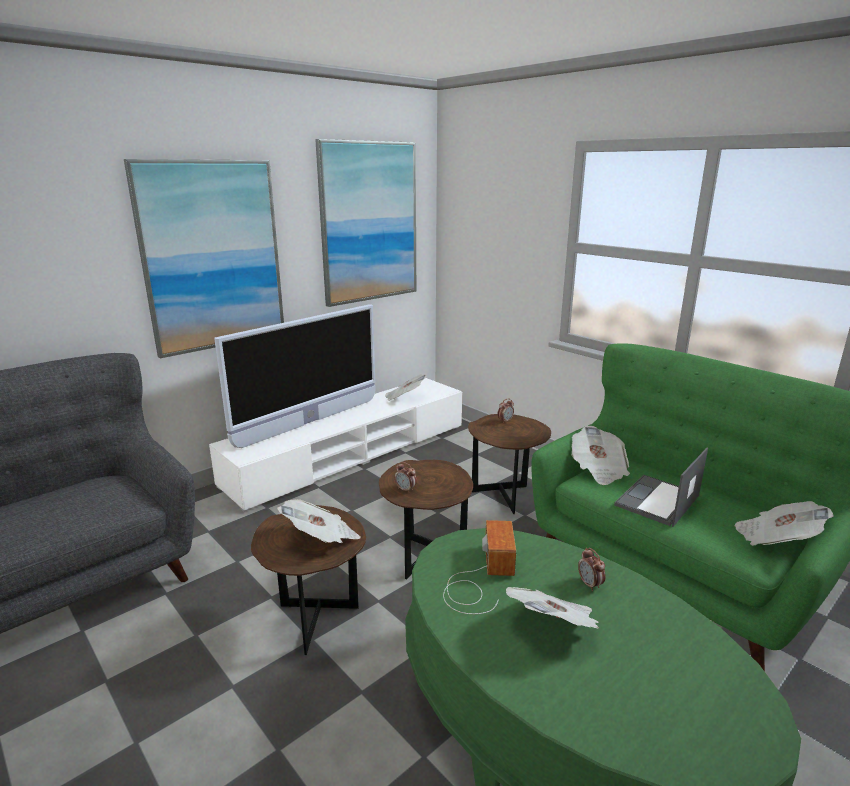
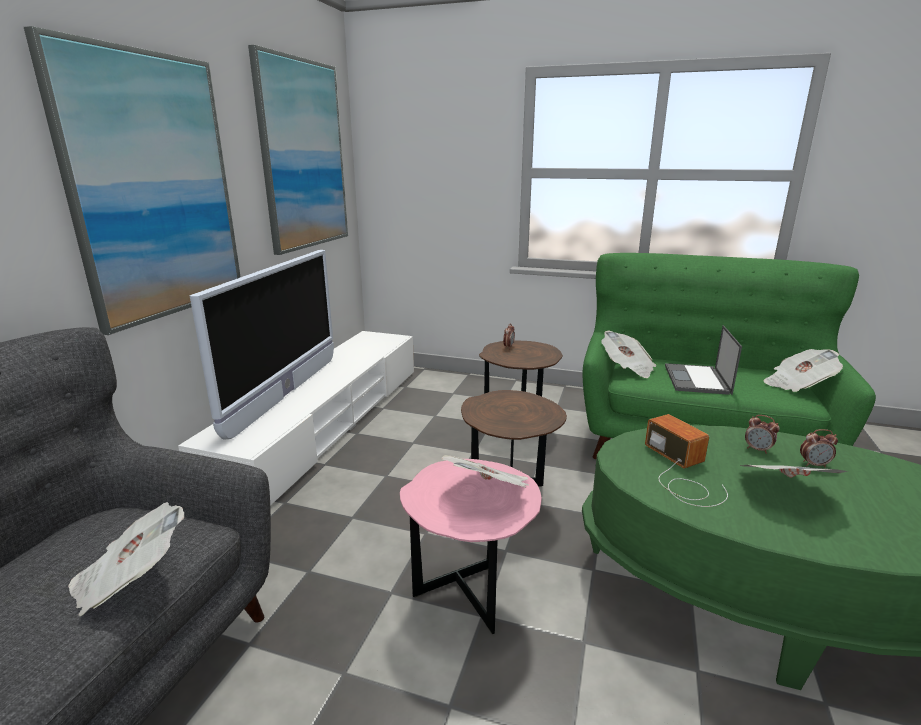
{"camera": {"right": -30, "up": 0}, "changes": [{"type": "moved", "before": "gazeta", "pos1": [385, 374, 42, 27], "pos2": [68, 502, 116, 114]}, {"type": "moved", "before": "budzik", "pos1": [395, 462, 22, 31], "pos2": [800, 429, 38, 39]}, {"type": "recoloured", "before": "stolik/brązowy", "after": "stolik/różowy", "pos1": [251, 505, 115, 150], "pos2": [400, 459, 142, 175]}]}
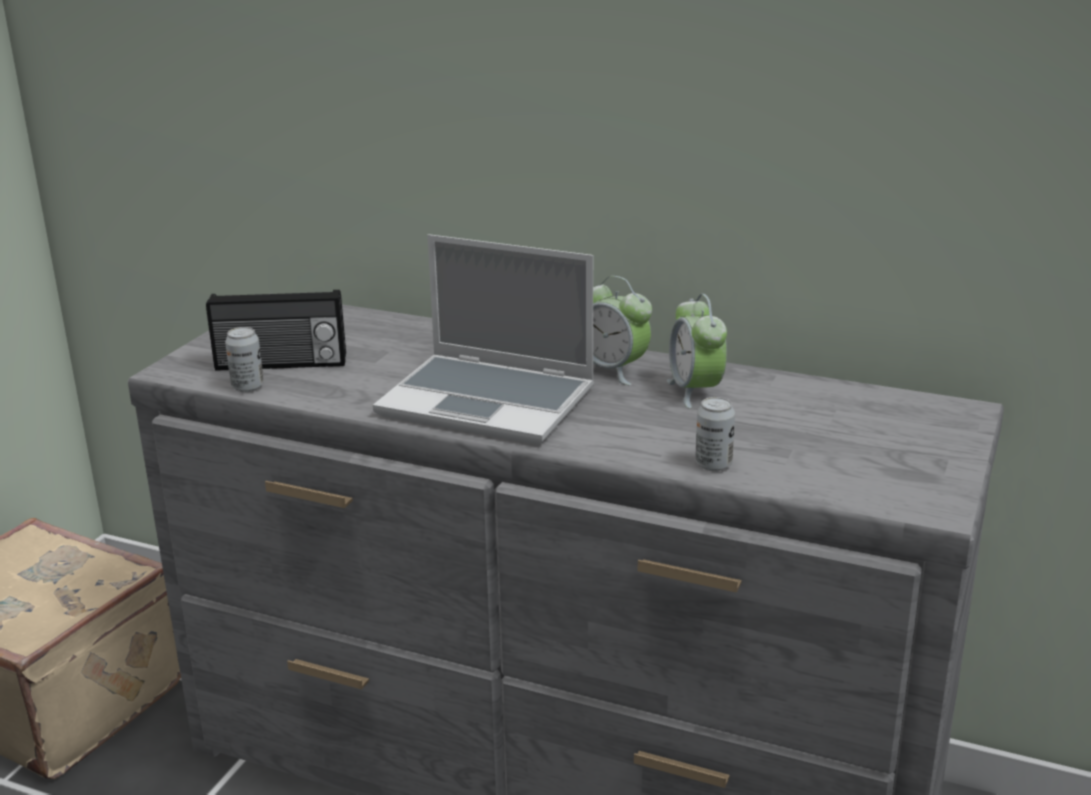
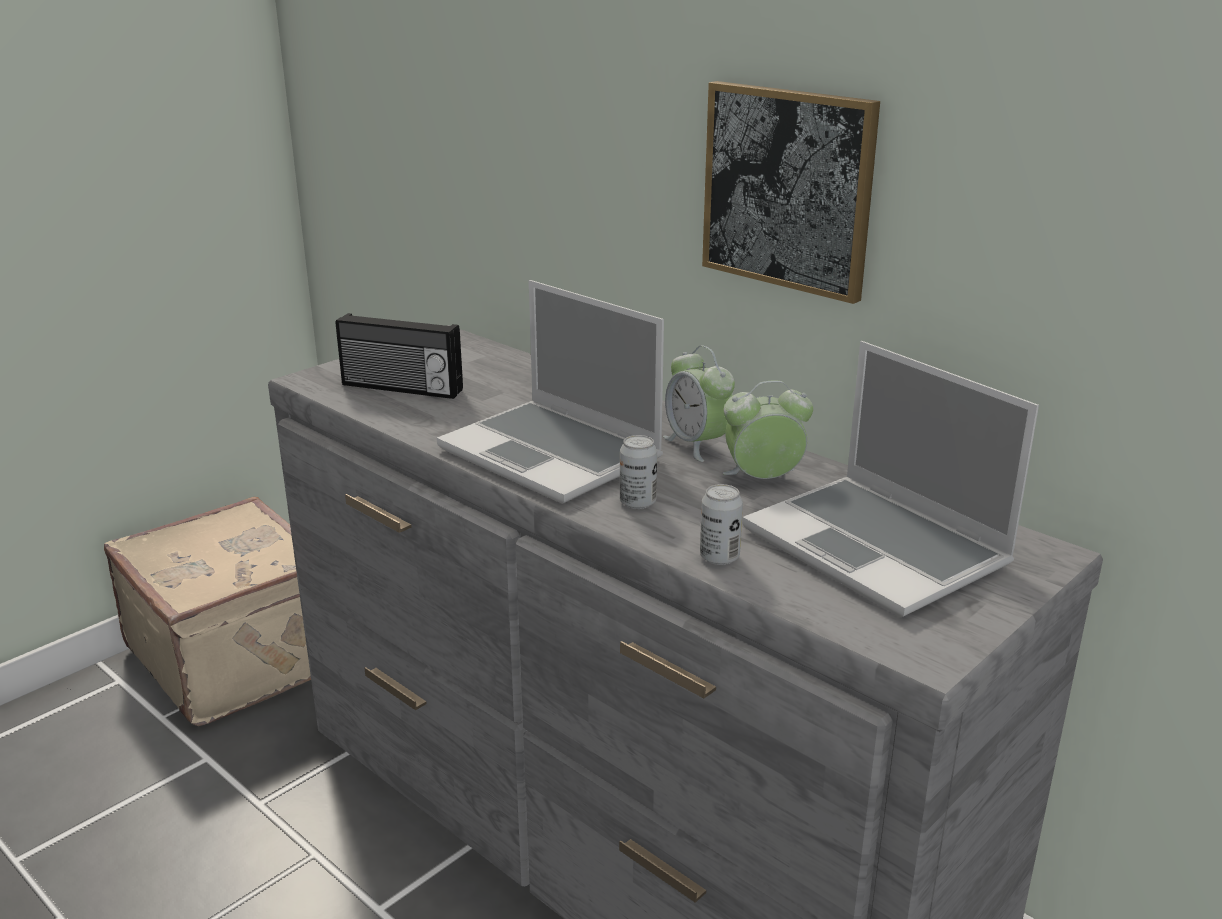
{"camera": {"right": 20, "up": 0}, "changes": [{"type": "added", "after": "obraz", "pos2": [702, 81, 178, 223]}, {"type": "added", "after": "laptop", "pos2": [742, 341, 297, 276]}, {"type": "moved", "before": "puszka", "pos1": [225, 327, 39, 65], "pos2": [620, 435, 37, 74]}, {"type": "turned", "before": "budzik", "pos1": [667, 294, 60, 115], "pos2": [723, 381, 90, 98], "turn": 75}]}
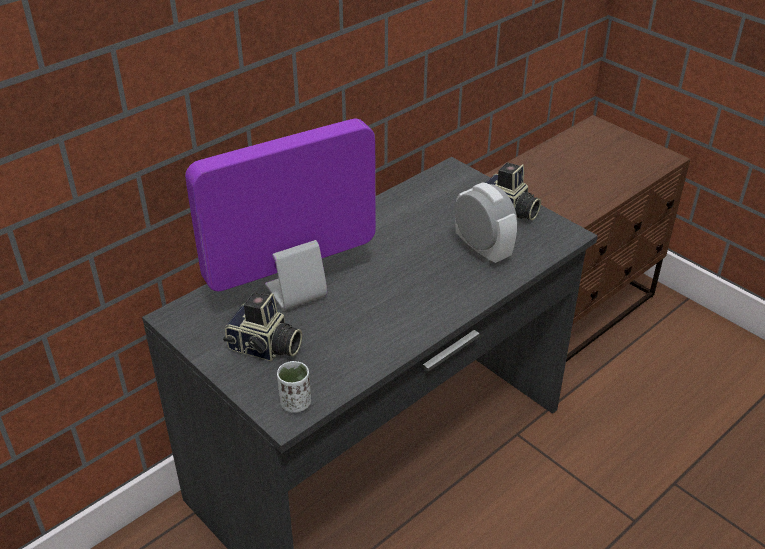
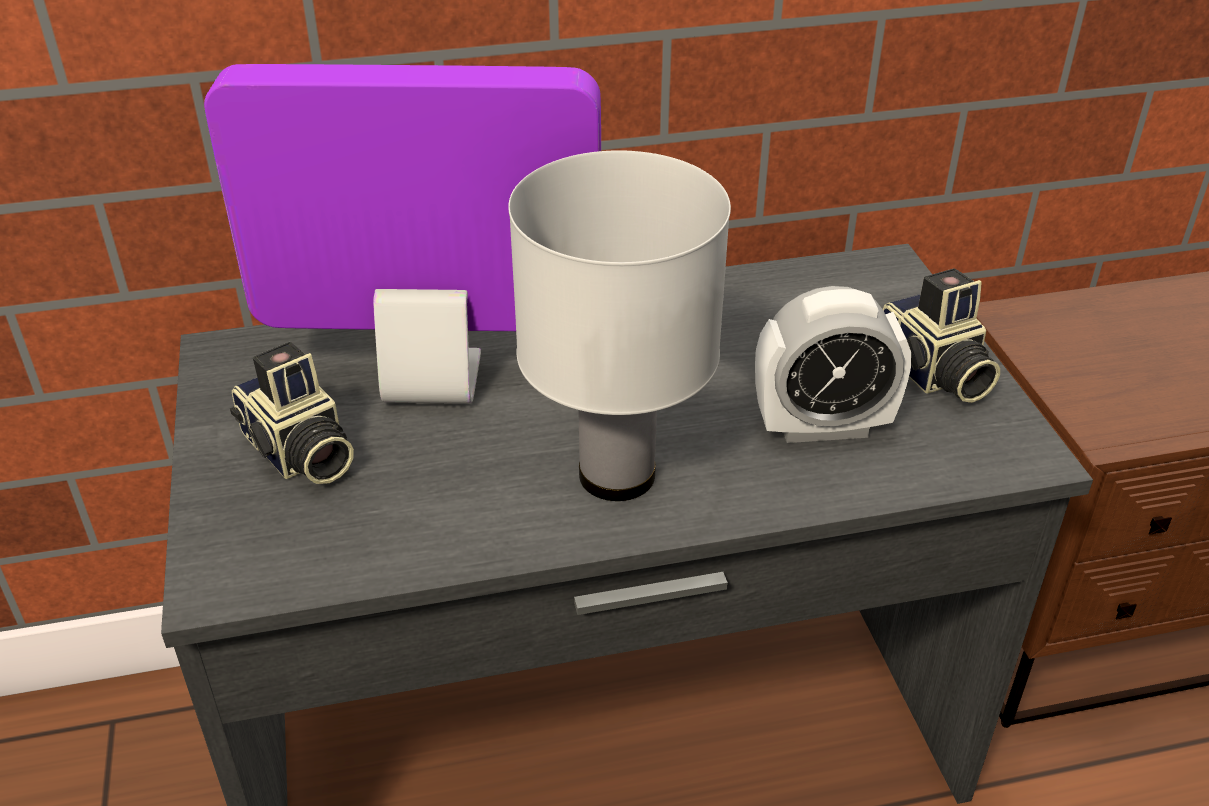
{"camera": {"right": 30, "up": 0}, "changes": [{"type": "removed", "before": "filiżanka/biały", "pos1": [277, 361, 34, 52]}, {"type": "added", "after": "lampa stołowa/biały", "pos2": [508, 150, 223, 351]}, {"type": "turned", "before": "budzik", "pos1": [455, 182, 62, 82], "pos2": [755, 286, 156, 157], "turn": 90}]}
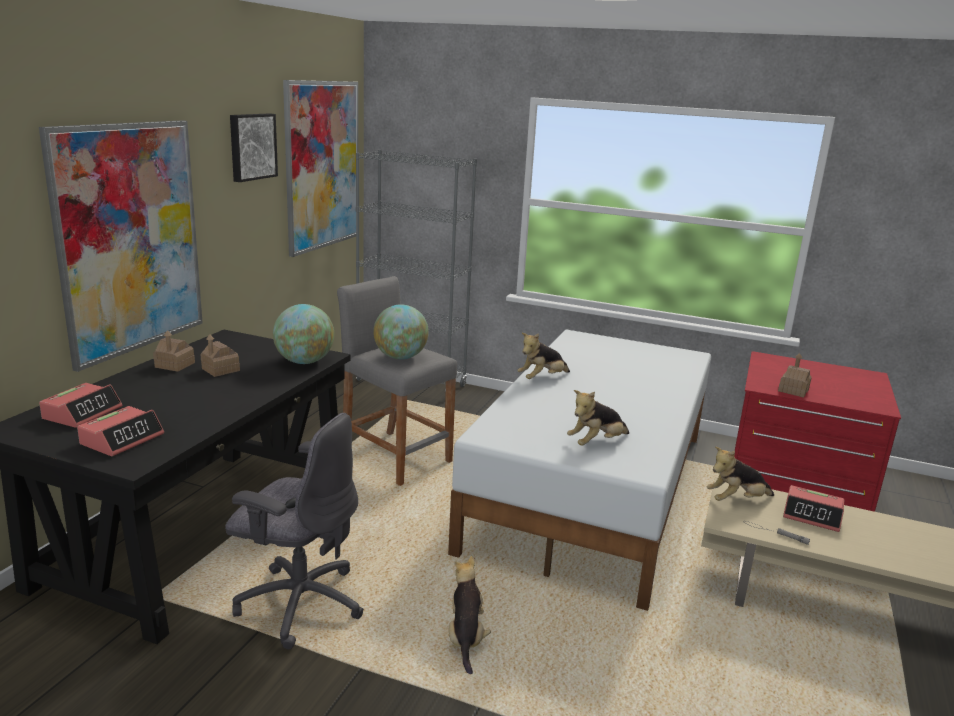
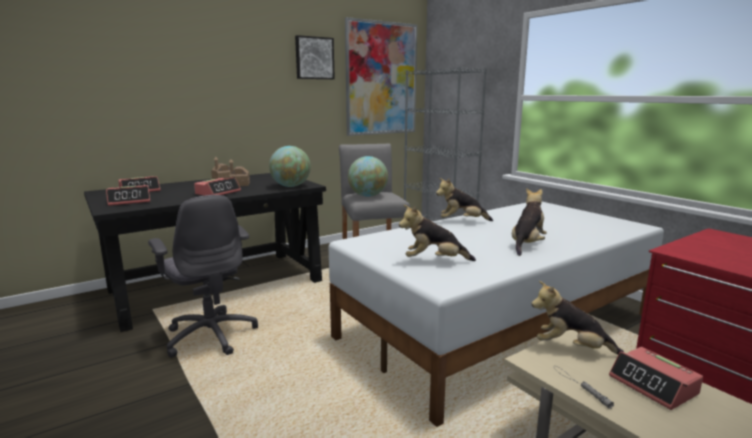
{"camera": {"right": 35, "up": -5}, "changes": [{"type": "removed", "before": "obraz", "pos1": [39, 120, 164, 252]}, {"type": "removed", "before": "domek", "pos1": [778, 353, 34, 45]}, {"type": "added", "after": "budzik", "pos2": [194, 177, 47, 19]}, {"type": "moved", "before": "pluszak", "pos1": [449, 556, 42, 118], "pos2": [512, 188, 35, 68]}]}
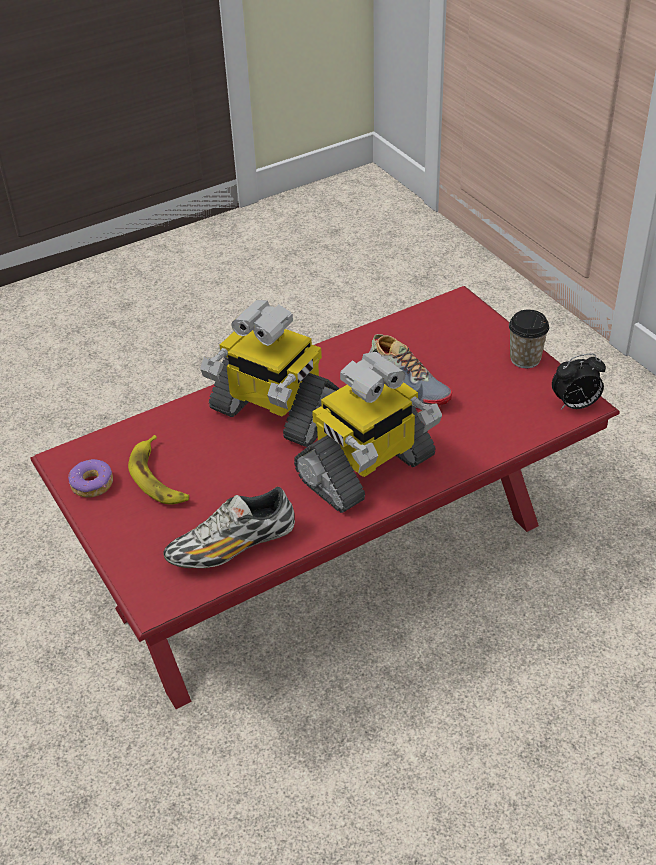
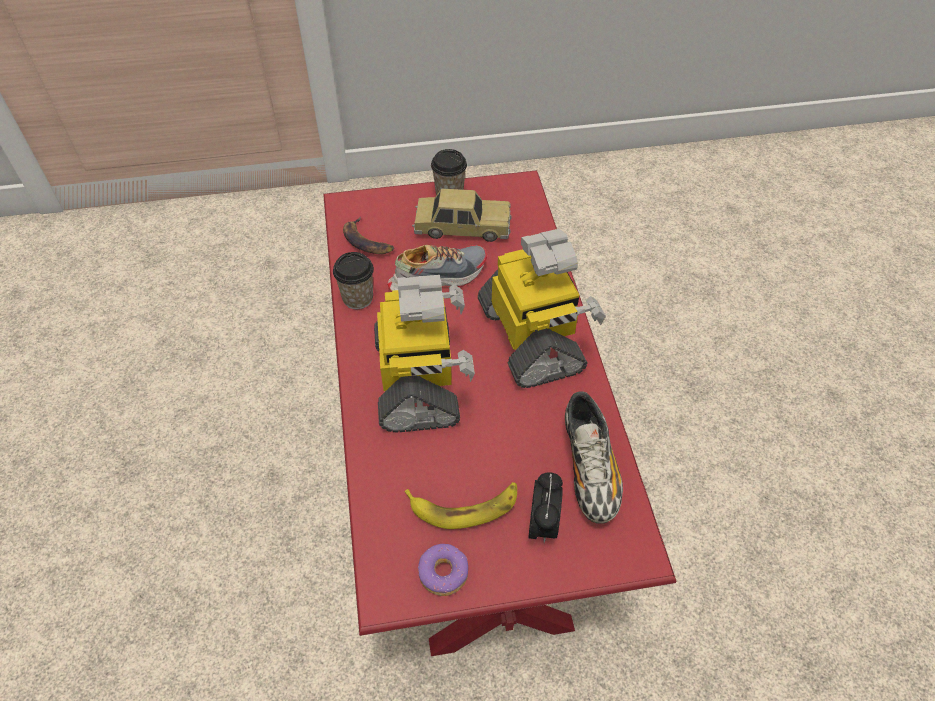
{"camera": {"right": -70, "up": 10}, "changes": [{"type": "added", "after": "filiżanka", "pos2": [333, 252, 41, 57]}, {"type": "added", "after": "banan", "pos2": [343, 217, 51, 37]}, {"type": "added", "after": "samochodzik", "pos2": [412, 188, 99, 54]}, {"type": "moved", "before": "budzik", "pos1": [552, 353, 54, 57], "pos2": [528, 472, 35, 71]}, {"type": "turned", "before": "robot zabawkowy", "pos1": [200, 300, 139, 147], "pos2": [374, 275, 101, 157], "turn": -60}]}
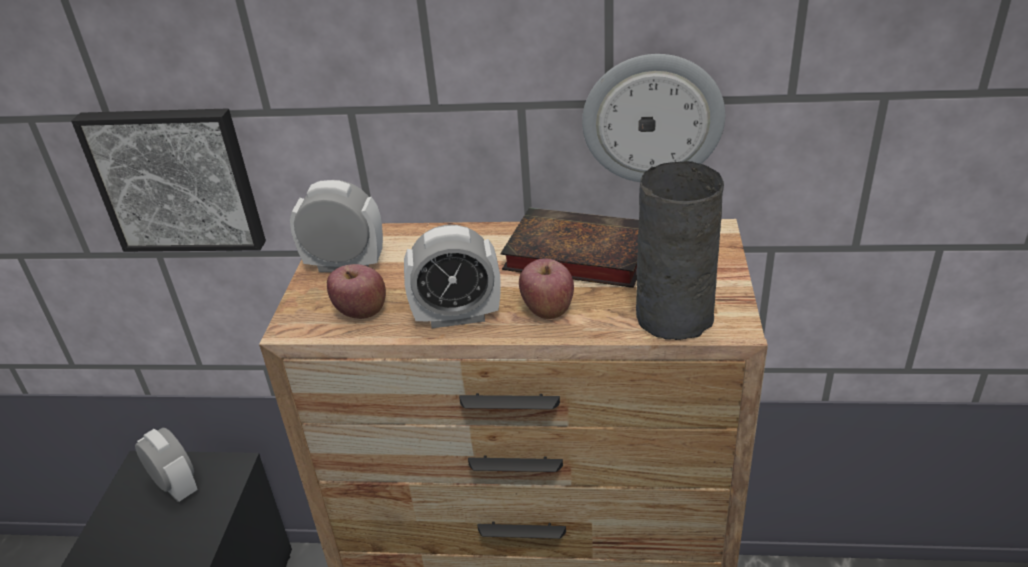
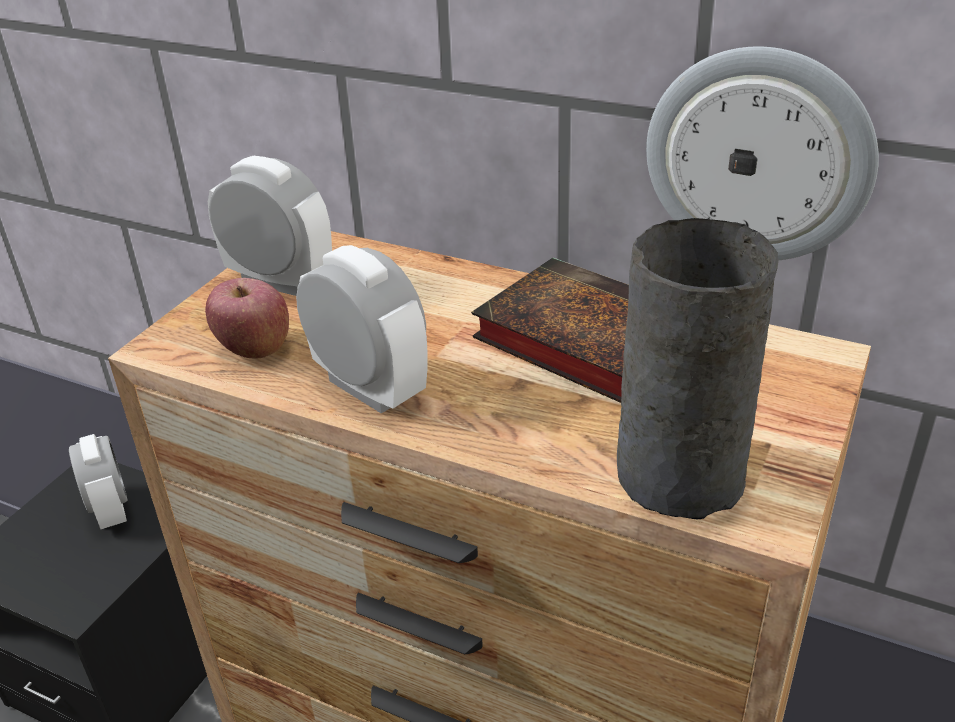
{"camera": {"right": 20, "up": 0}, "changes": [{"type": "removed", "before": "obraz", "pos1": [71, 108, 195, 144]}, {"type": "removed", "before": "jabłko", "pos1": [519, 259, 55, 60]}, {"type": "turned", "before": "budzik", "pos1": [404, 225, 97, 103], "pos2": [296, 245, 131, 169], "turn": -150}]}
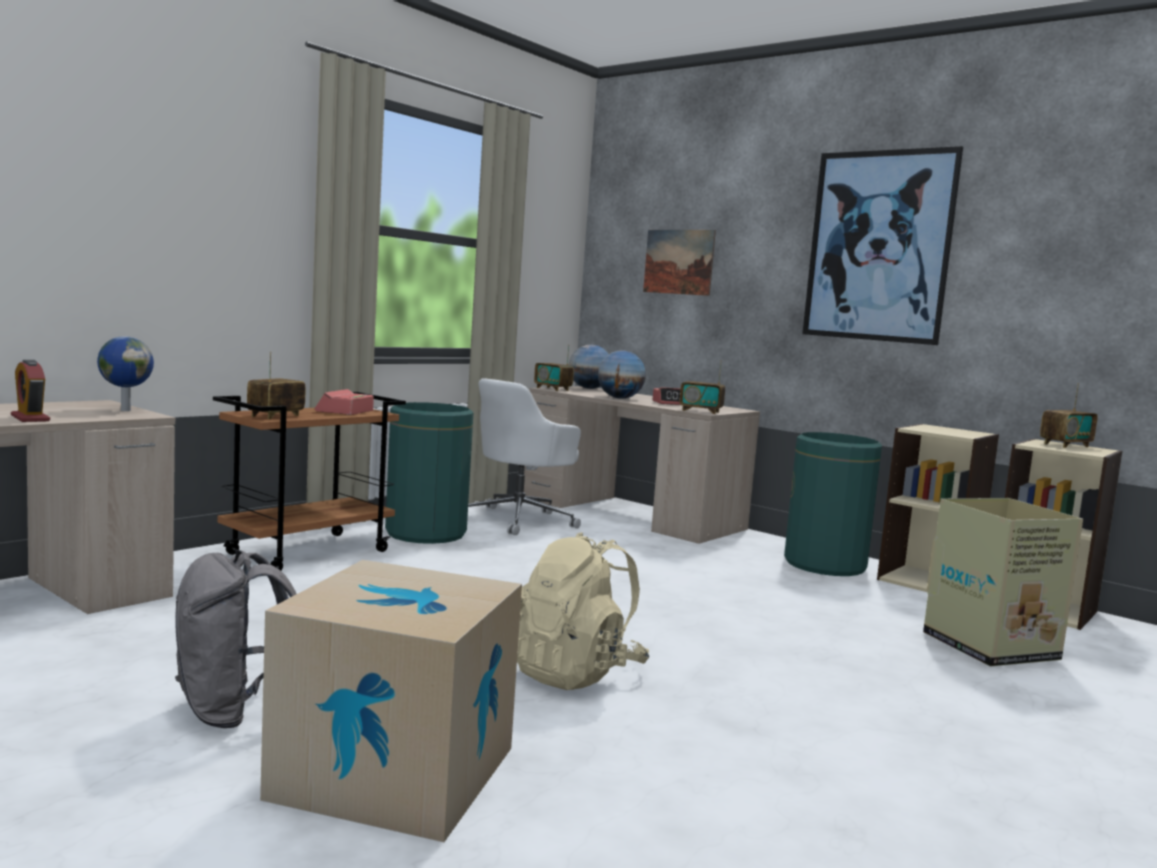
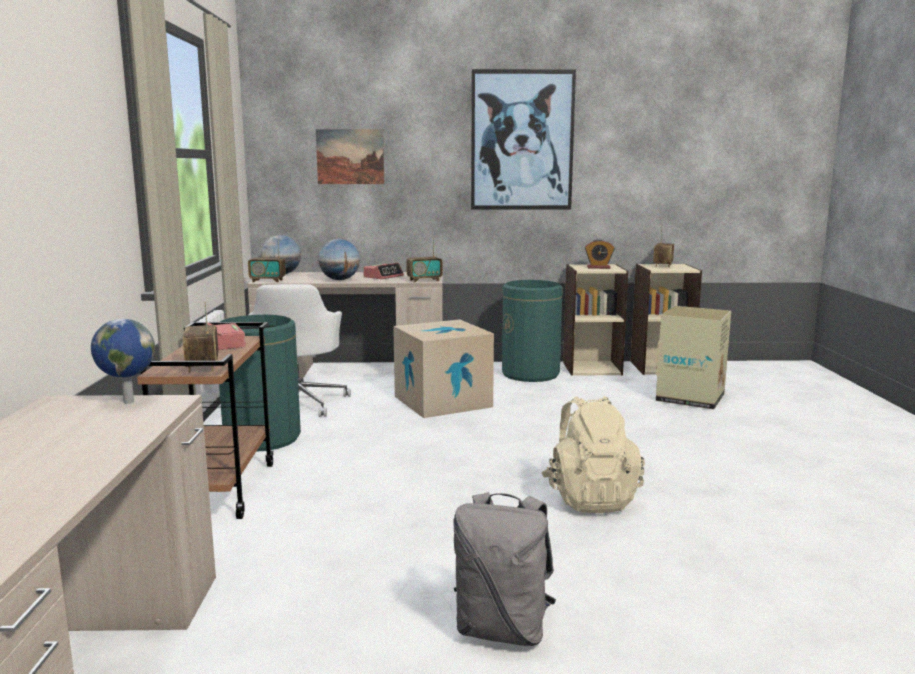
{"camera": {"right": -40, "up": 5}, "changes": [{"type": "moved", "before": "budzik", "pos1": [11, 360, 39, 62], "pos2": [585, 239, 29, 30]}, {"type": "moved", "before": "karton", "pos1": [260, 560, 262, 282], "pos2": [393, 319, 101, 99]}]}
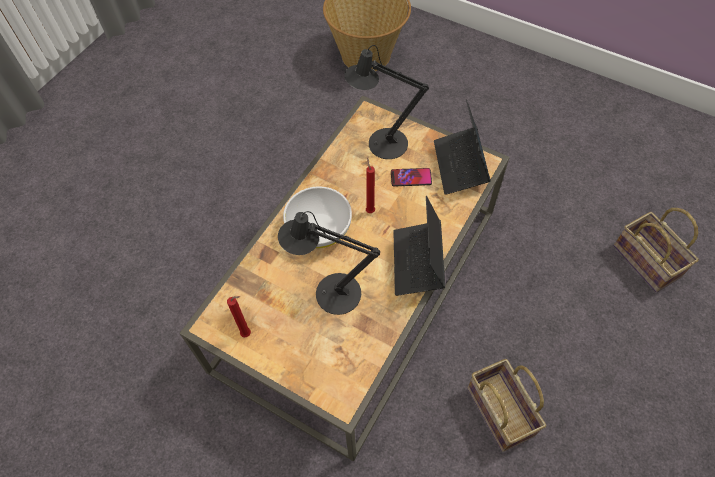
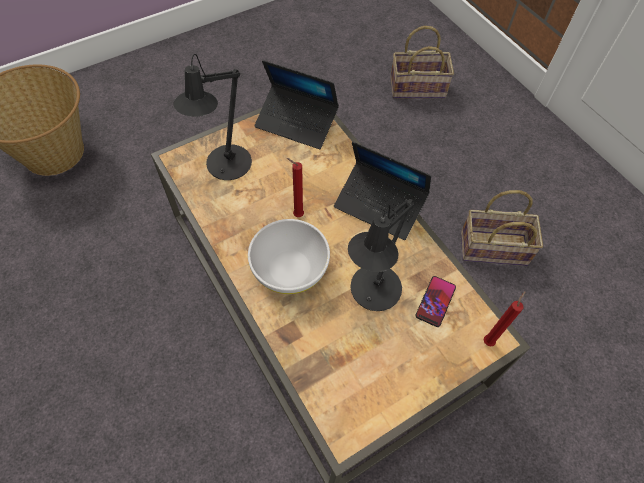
{"camera": {"right": -65, "up": 0}, "changes": [{"type": "moved", "before": "świeca/czerwony", "pos1": [227, 296, 24, 42], "pos2": [484, 291, 41, 56]}, {"type": "moved", "before": "telefon", "pos1": [391, 168, 41, 19], "pos2": [415, 276, 41, 51]}]}
